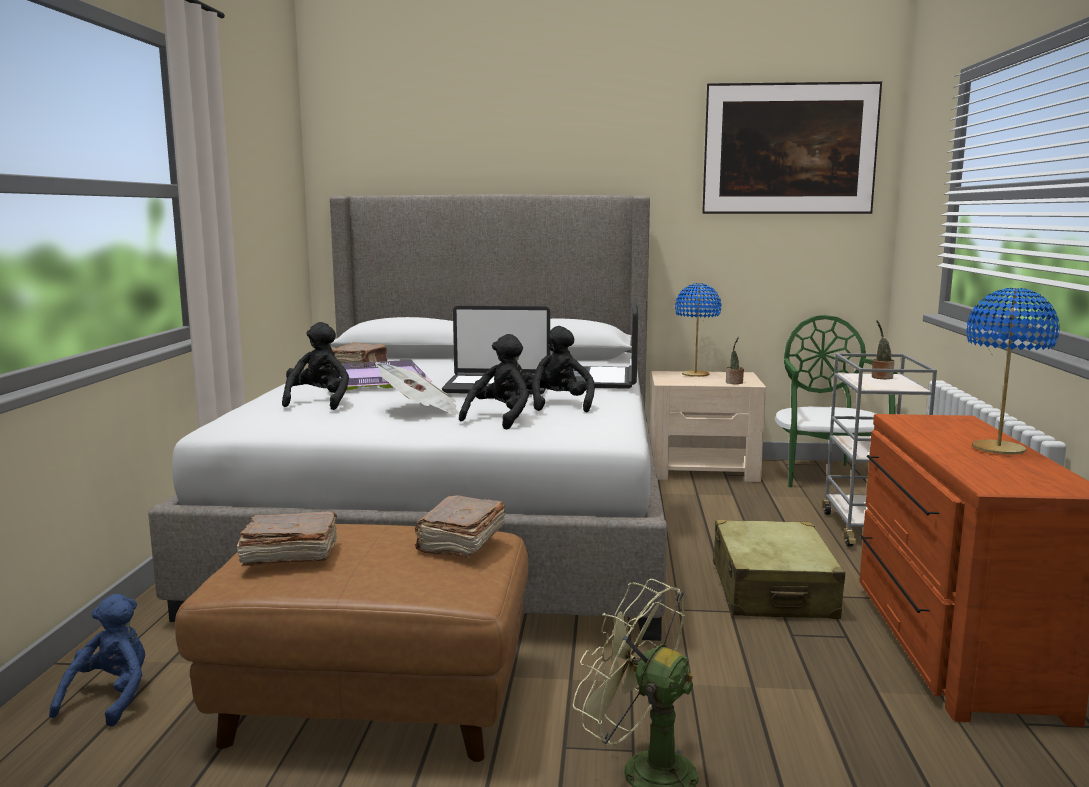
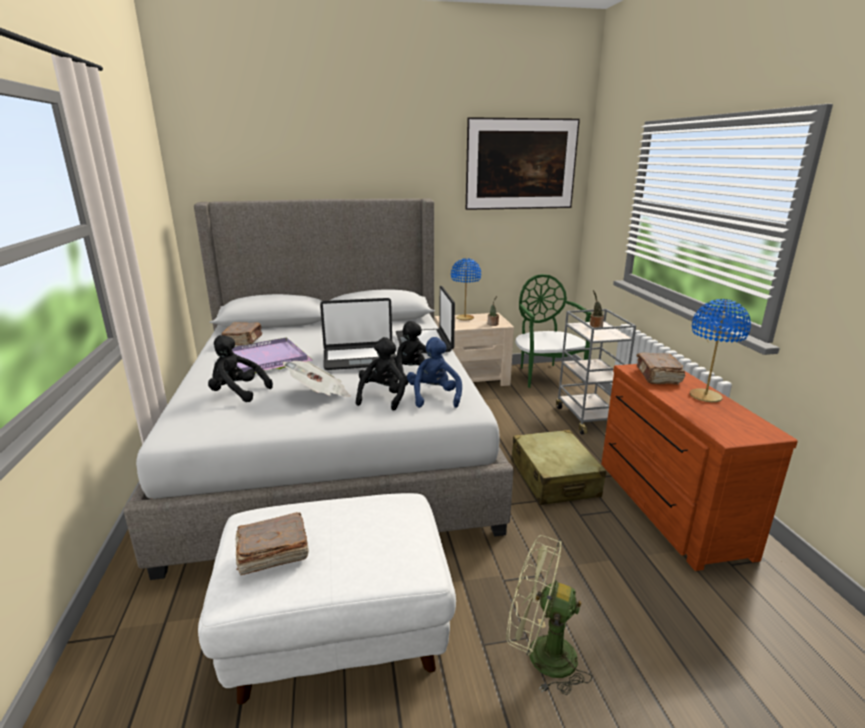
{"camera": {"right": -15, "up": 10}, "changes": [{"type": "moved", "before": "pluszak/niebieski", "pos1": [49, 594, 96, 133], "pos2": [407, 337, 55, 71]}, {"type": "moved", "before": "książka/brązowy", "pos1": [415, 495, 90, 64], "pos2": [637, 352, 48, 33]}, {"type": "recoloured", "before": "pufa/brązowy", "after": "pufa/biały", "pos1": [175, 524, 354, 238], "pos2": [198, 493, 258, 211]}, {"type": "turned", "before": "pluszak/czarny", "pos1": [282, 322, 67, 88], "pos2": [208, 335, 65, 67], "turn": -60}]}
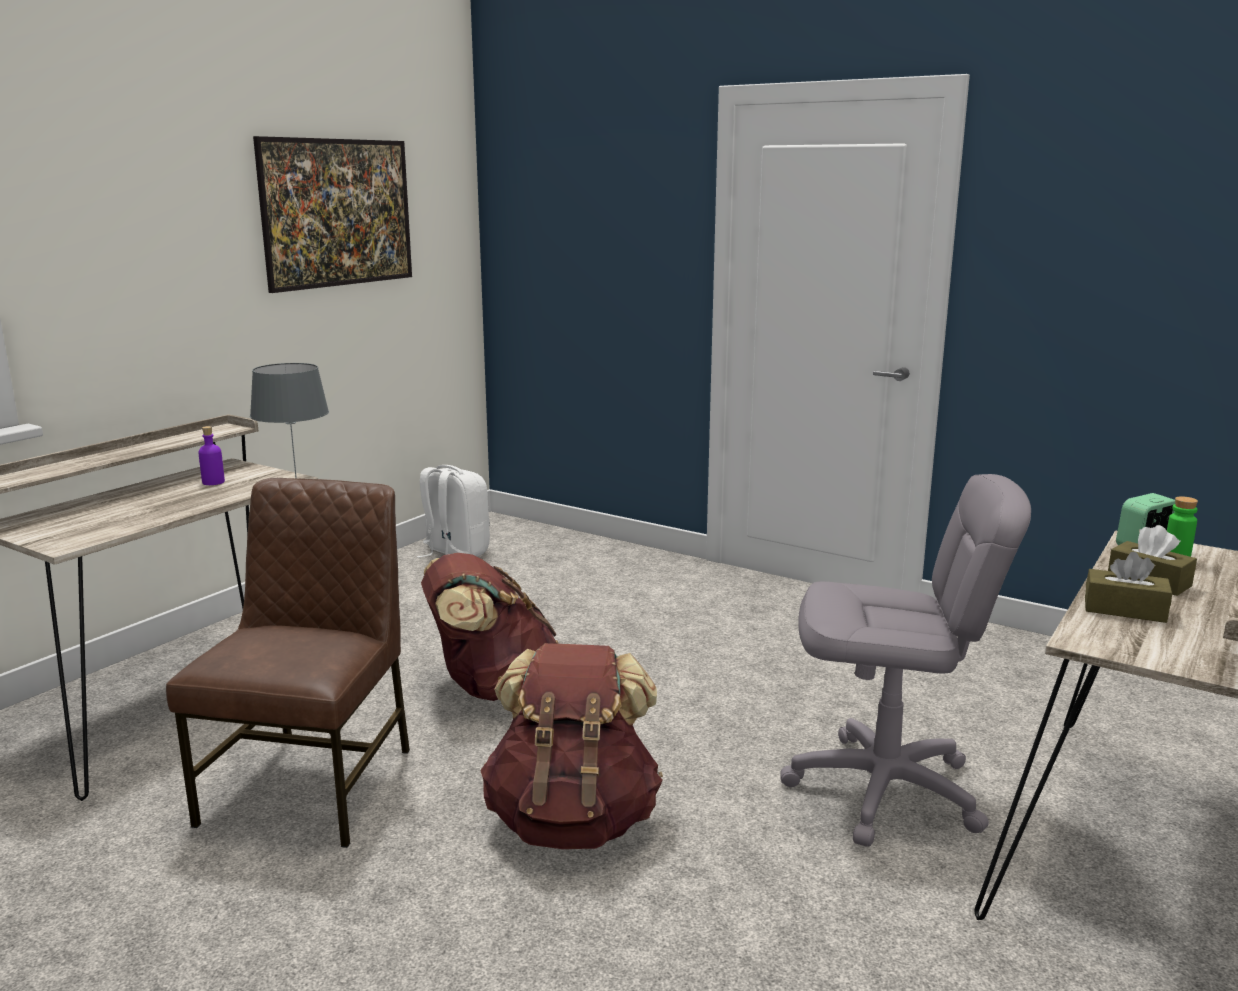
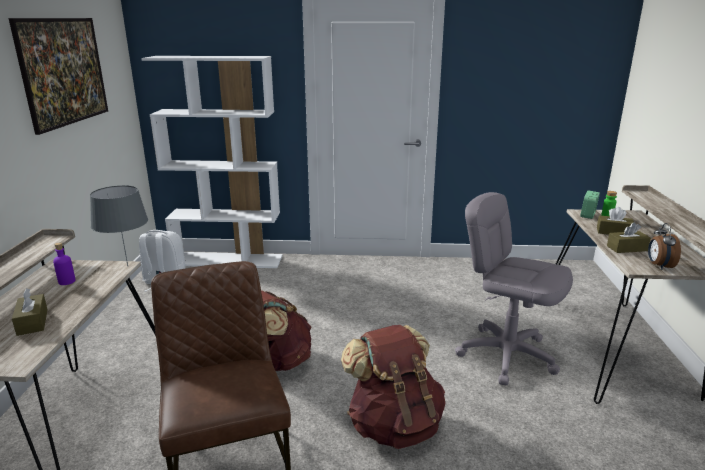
{"camera": {"right": -30, "up": 5}, "changes": [{"type": "added", "after": "pudełko chusteczek/brązowy", "pos2": [12, 288, 36, 48]}, {"type": "added", "after": "regał/biały", "pos2": [141, 56, 142, 212]}, {"type": "added", "after": "budzik", "pos2": [648, 223, 33, 47]}, {"type": "turned", "before": "krzesło biurowe/szary", "pos1": [780, 474, 251, 373], "pos2": [455, 192, 118, 194], "turn": -120}]}
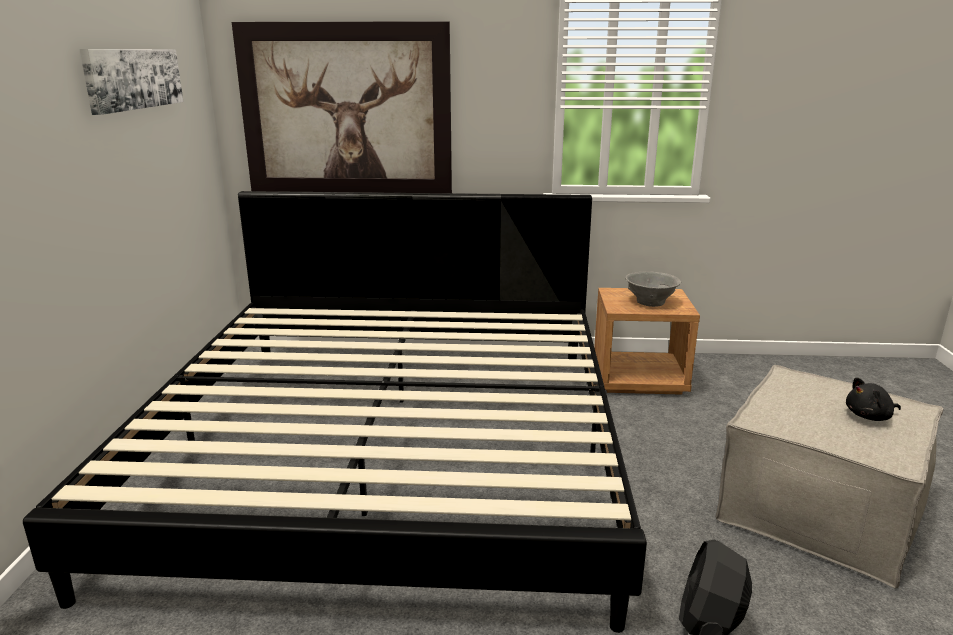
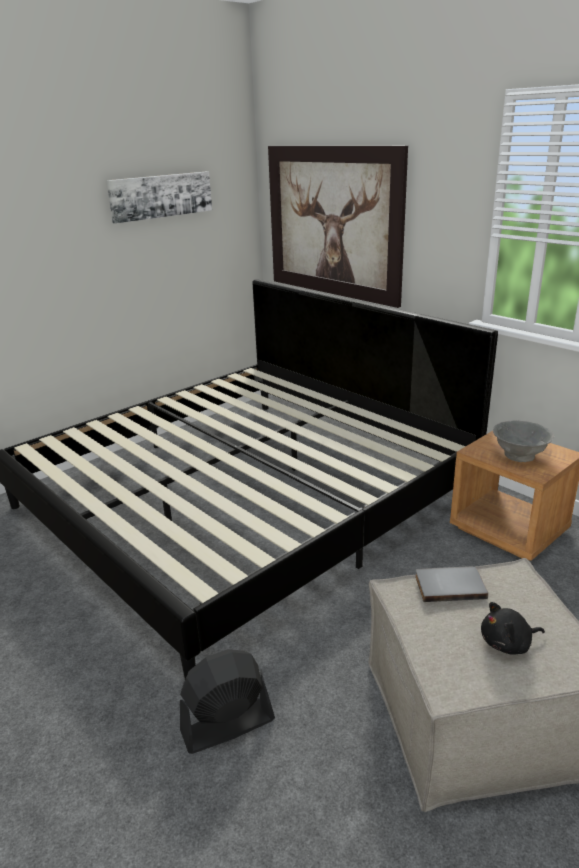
{"camera": {"right": 45, "up": 5}, "changes": [{"type": "added", "after": "książka/szary", "pos2": [415, 566, 73, 36]}, {"type": "turned", "before": "pluszak/czarny", "pos1": [846, 377, 55, 44], "pos2": [481, 602, 64, 53], "turn": -45}]}
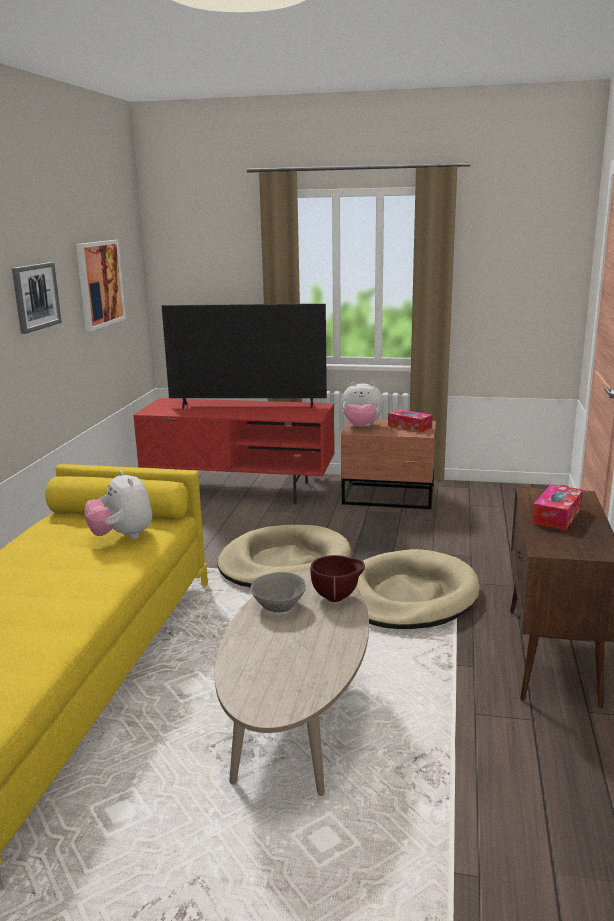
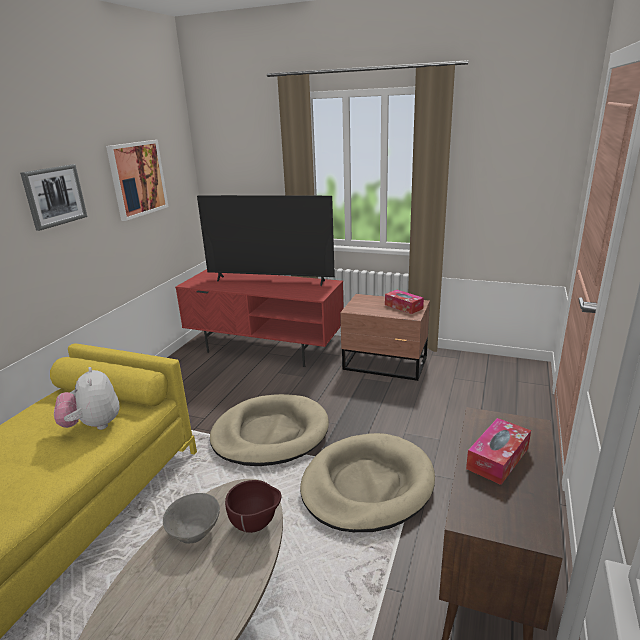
{"camera": {"right": 10, "up": 5}, "changes": [{"type": "removed", "before": "pluszak", "pos1": [342, 382, 42, 45]}]}
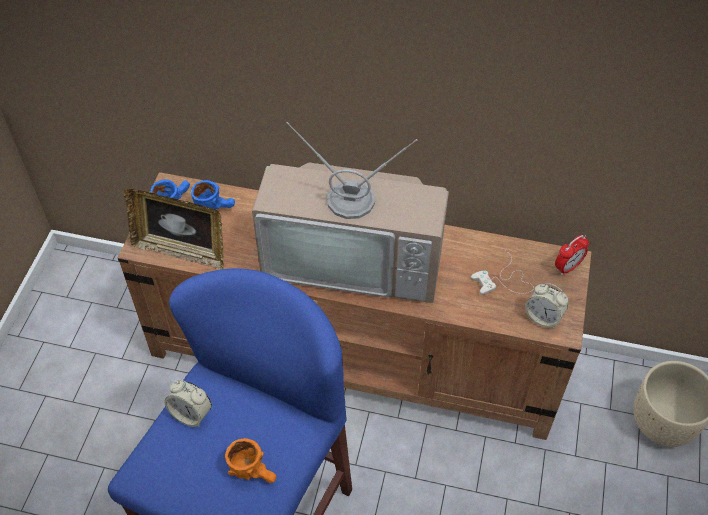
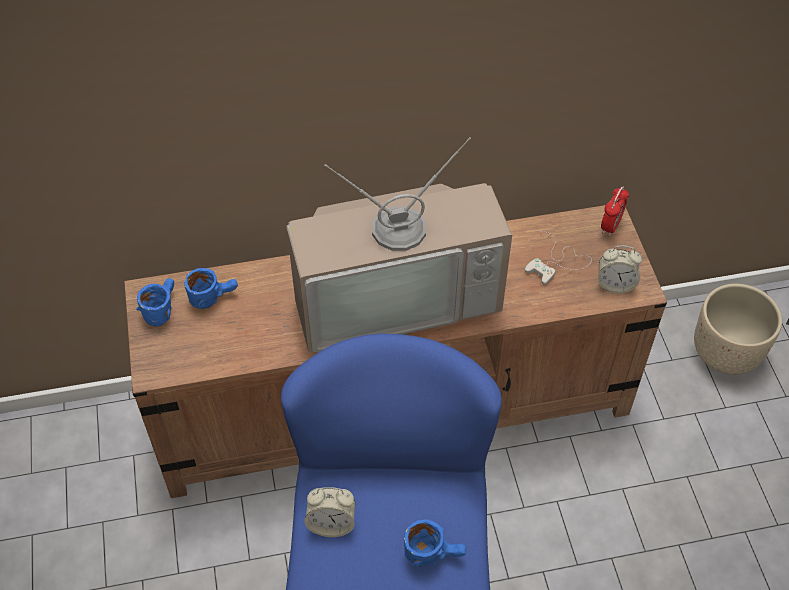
{"camera": {"right": -25, "up": 0}, "changes": [{"type": "removed", "before": "ramka na zdjęcie", "pos1": [124, 189, 100, 81]}, {"type": "recoloured", "before": "kubek/pomarańczowy", "after": "kubek/niebieski", "pos1": [225, 438, 51, 45], "pos2": [404, 519, 62, 48]}]}
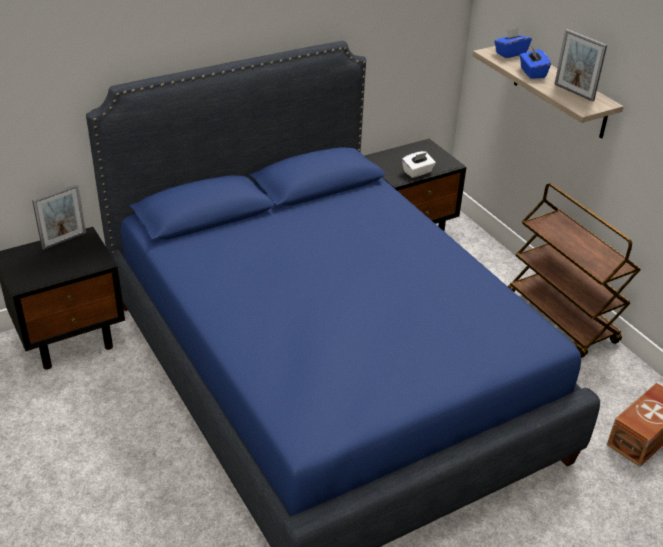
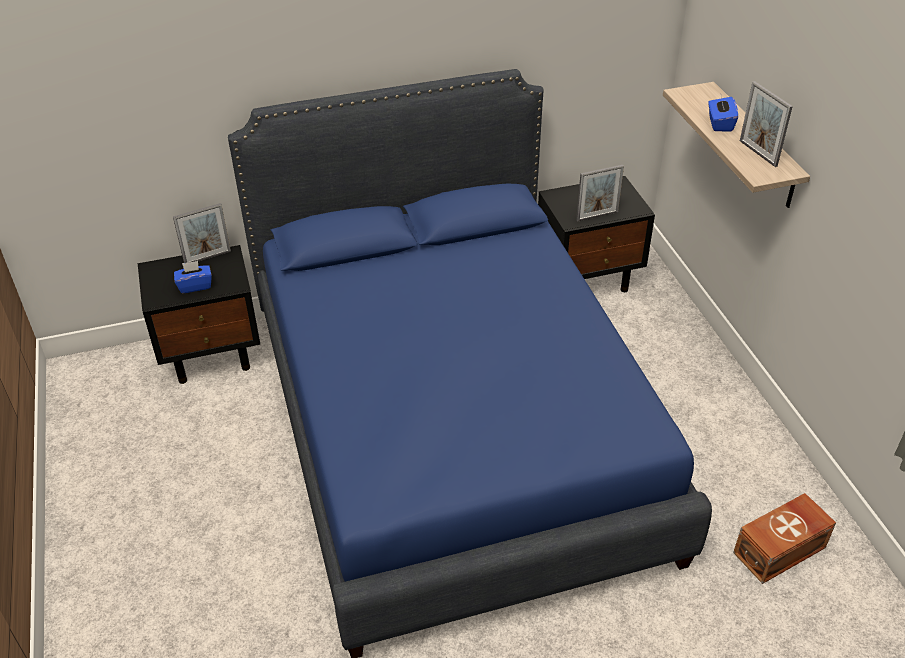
{"camera": {"right": 15, "up": 5}, "changes": [{"type": "removed", "before": "wózek/brązowy", "pos1": [508, 183, 133, 175]}, {"type": "moved", "before": "pudełko chusteczek/niebieski", "pos1": [494, 28, 38, 30], "pos2": [174, 261, 38, 33]}, {"type": "replaced", "before": "pudełko chusteczek/biały", "after": "ramka na zdjęcie", "pos1": [402, 151, 33, 27], "pos2": [576, 165, 48, 57]}]}
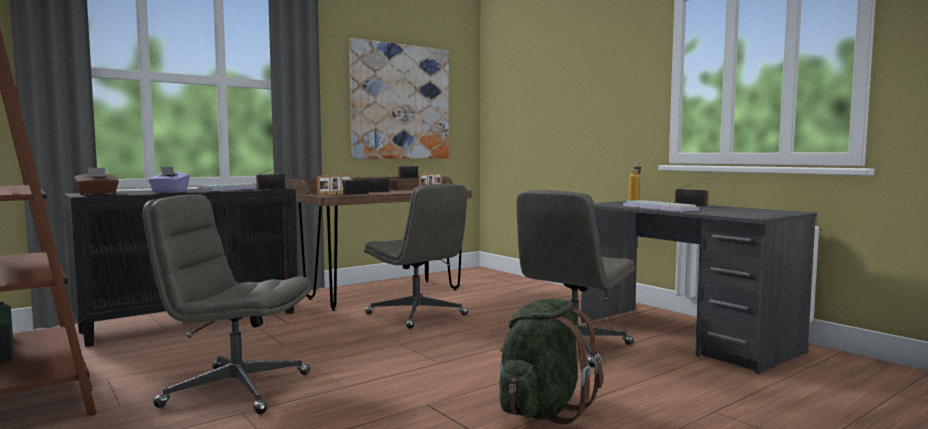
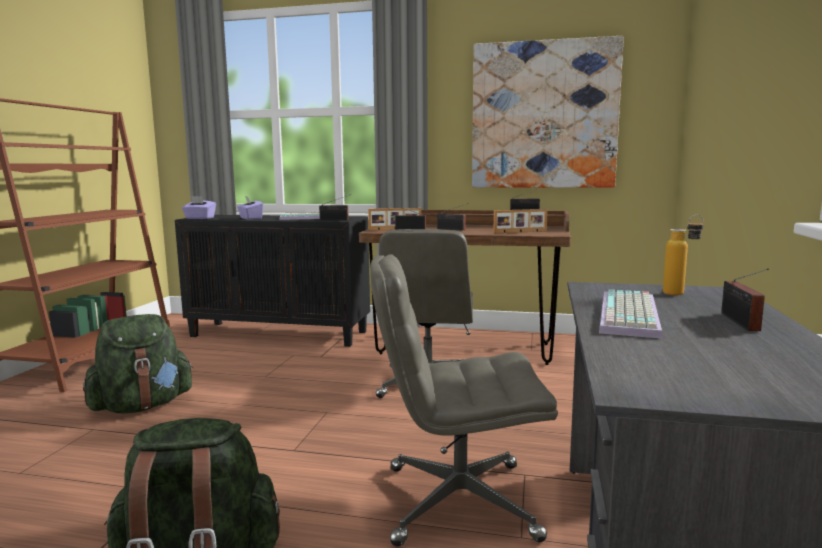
{"camera": {"right": 50, "up": 5}, "changes": [{"type": "replaced", "before": "krzesło biurowe/szary", "after": "plecak/zielony", "pos1": [143, 194, 168, 220], "pos2": [83, 314, 111, 100]}, {"type": "recoloured", "before": "pudełko chusteczek/brązowy", "after": "pudełko chusteczek/fioletowy", "pos1": [74, 167, 45, 29], "pos2": [182, 196, 34, 23]}]}
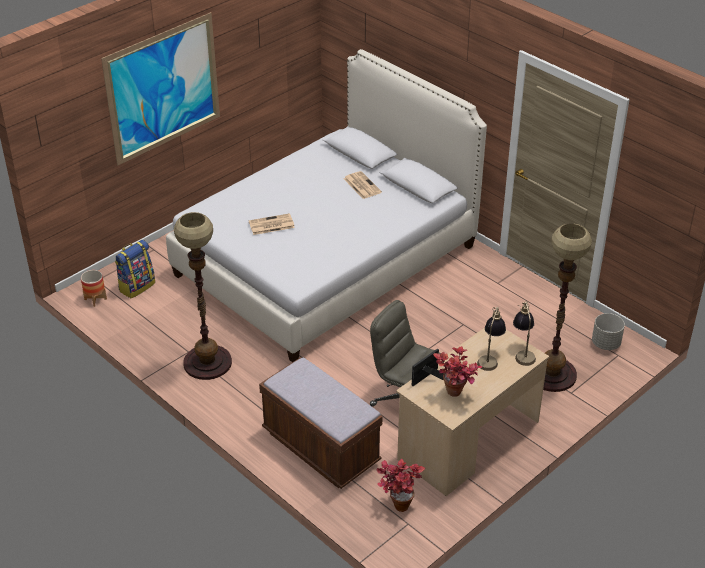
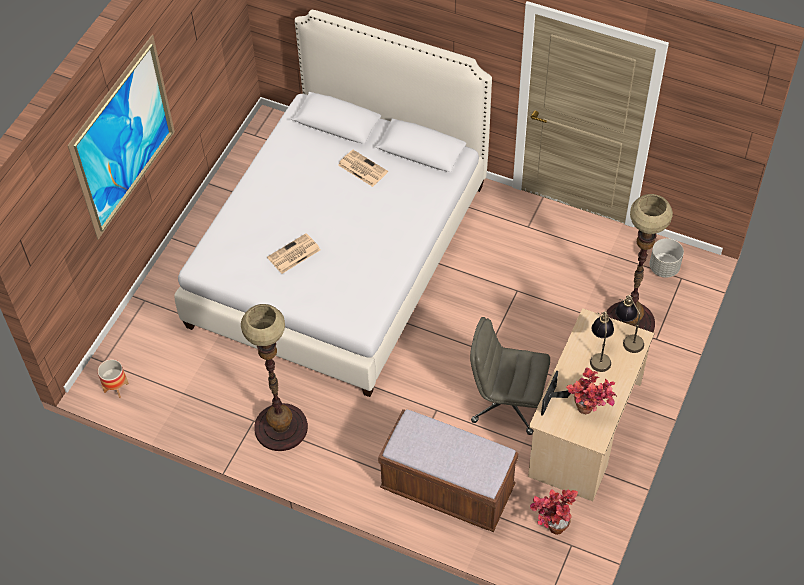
{"camera": {"right": -20, "up": 15}, "changes": [{"type": "removed", "before": "plecak", "pos1": [115, 240, 40, 58]}]}
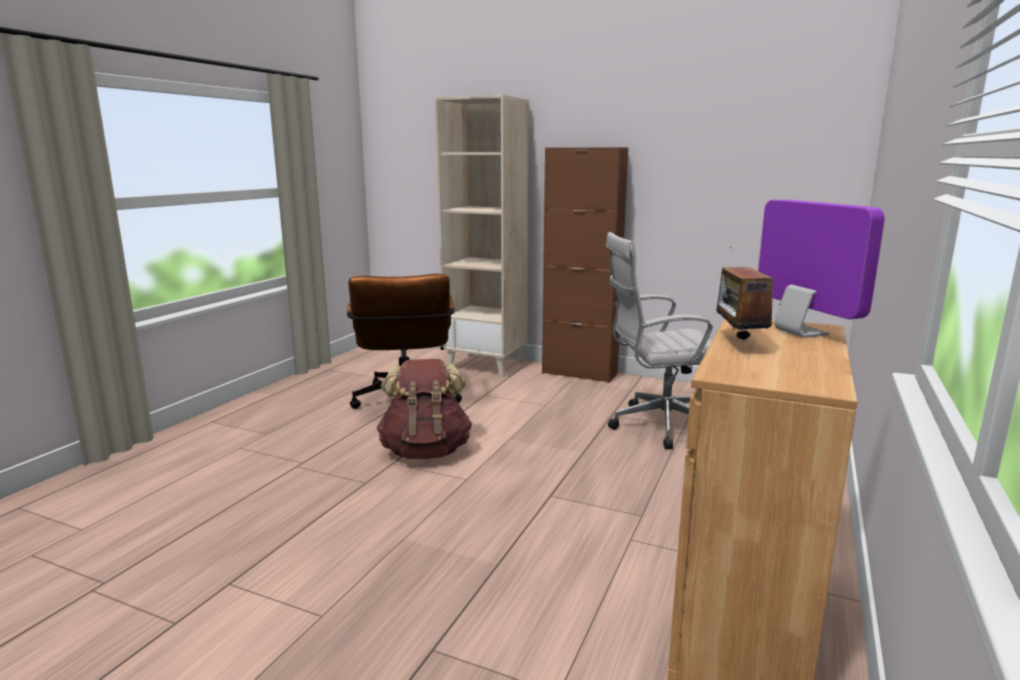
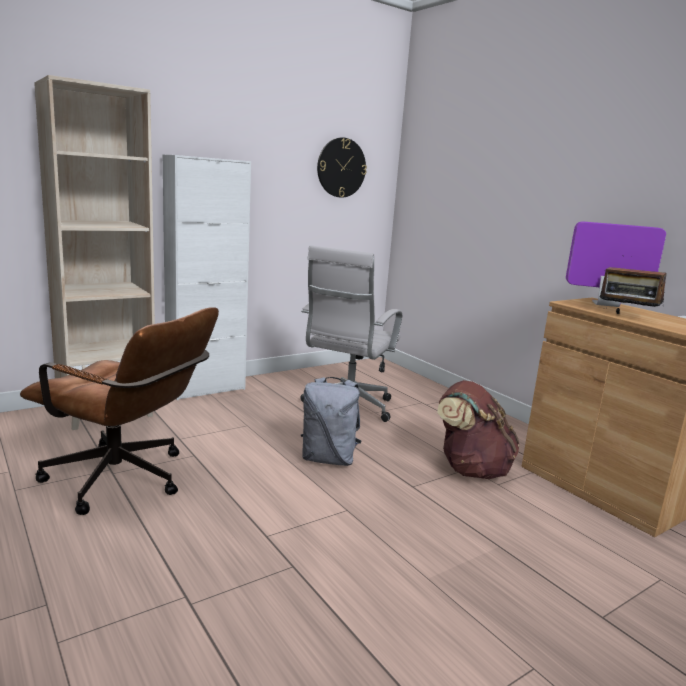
{"camera": {"right": -60, "up": 0}, "changes": [{"type": "added", "after": "plecak/szary", "pos2": [301, 377, 60, 89]}, {"type": "added", "after": "zegar ścienny", "pos2": [317, 138, 50, 60]}, {"type": "moved", "before": "plecak/brązowy", "pos1": [376, 359, 96, 100], "pos2": [437, 380, 83, 99]}, {"type": "recoloured", "before": "szafka/brązowy", "after": "szafka/biały", "pos1": [542, 147, 86, 236], "pos2": [163, 155, 88, 245]}]}
